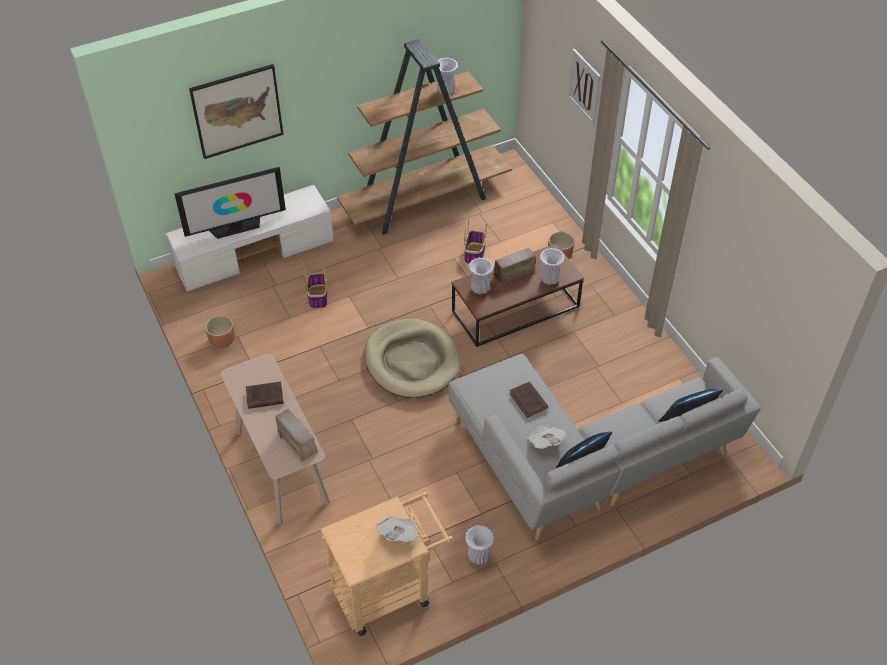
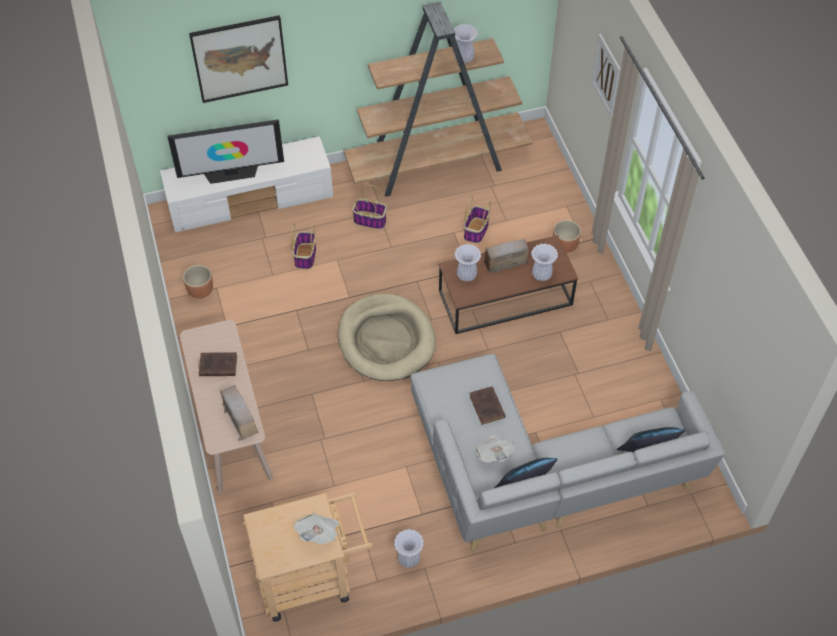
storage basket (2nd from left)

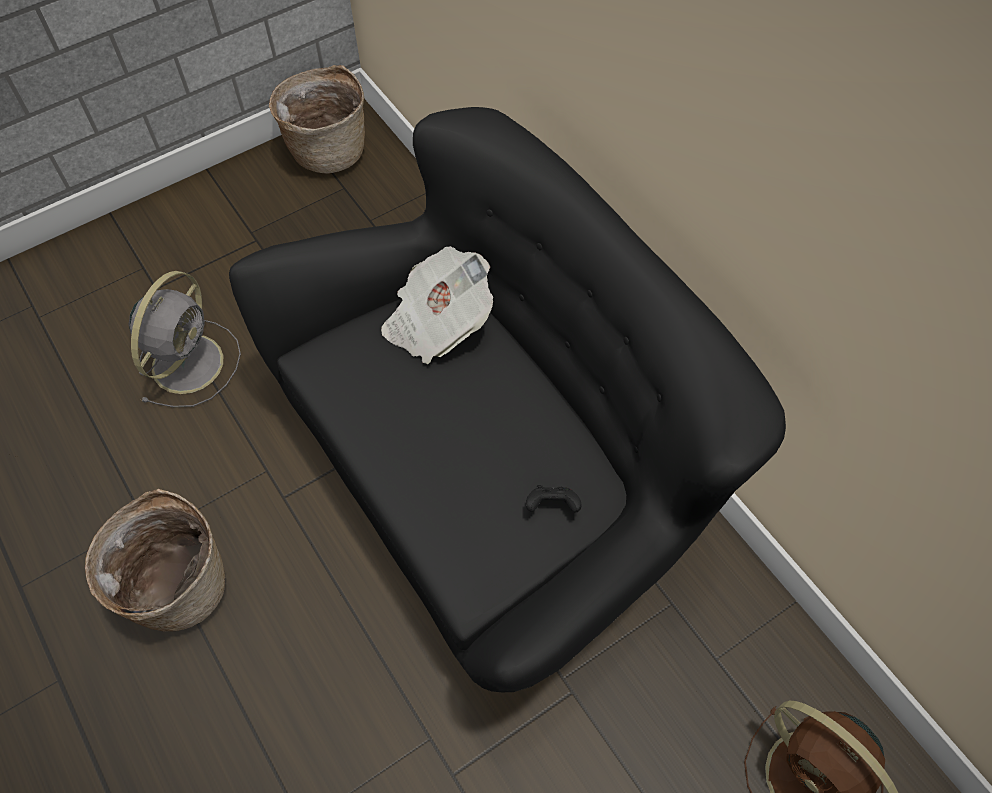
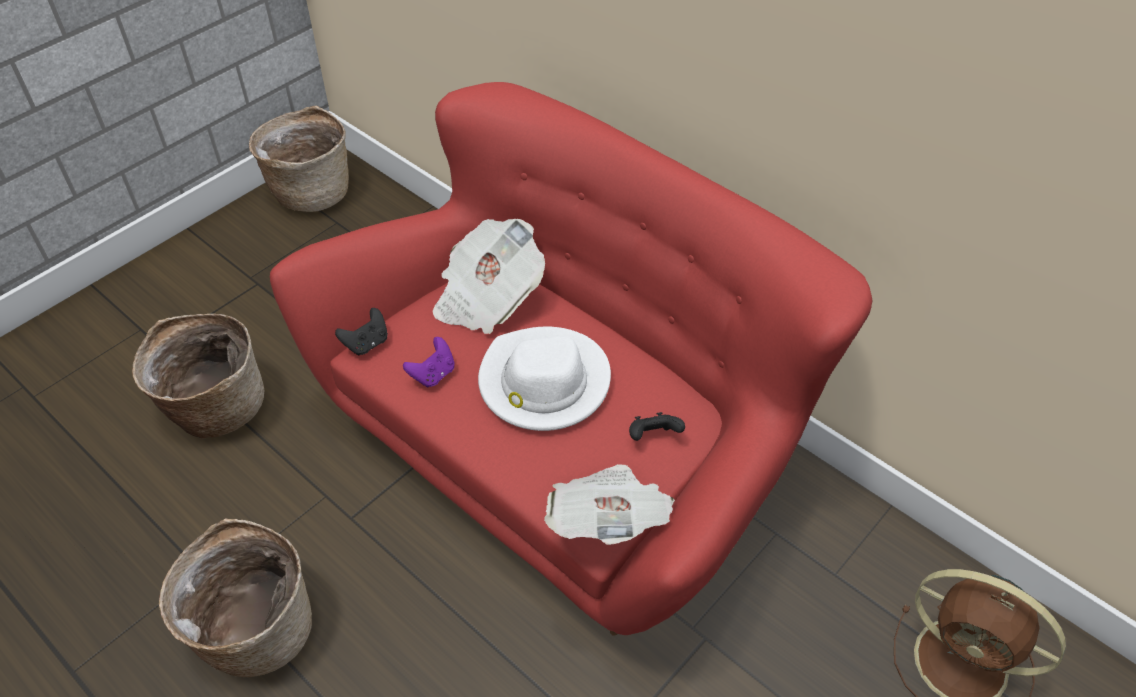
storage basket (1st from left)
red-coloured couch
blackish gamepad (1st from left)
purple gamepad
white wearable hat
printed paper (2nd from left)

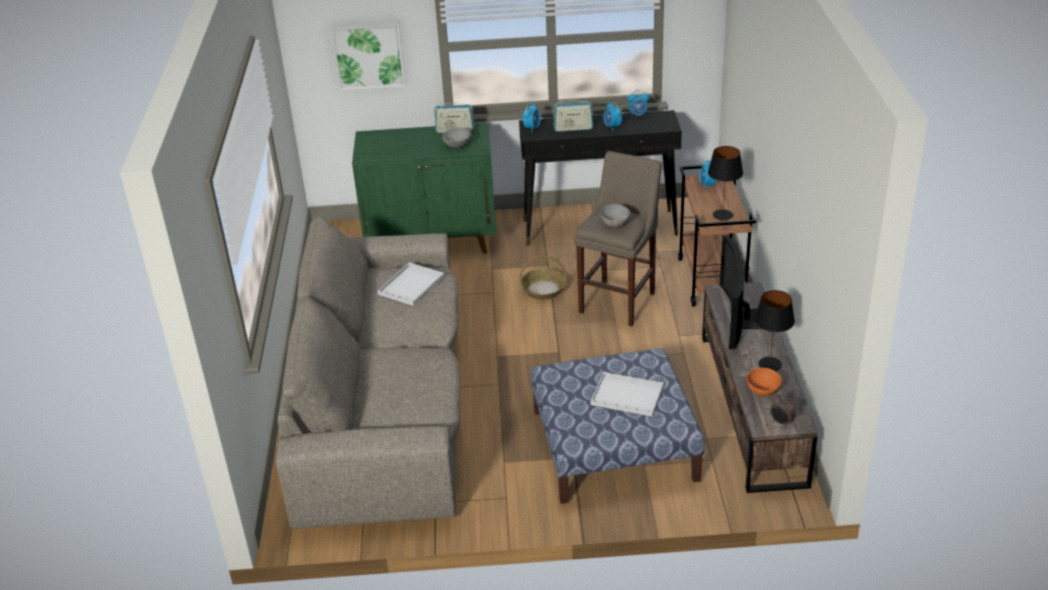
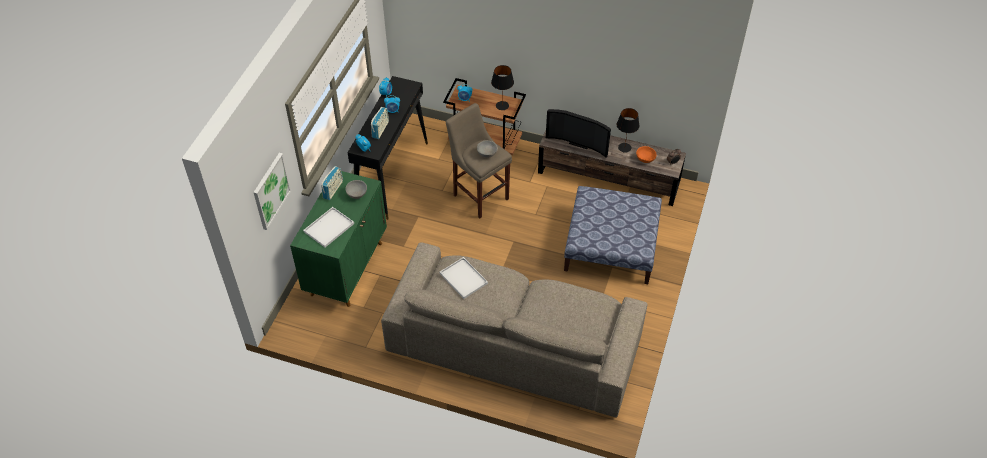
storage basket
white serving tray (1st from left)

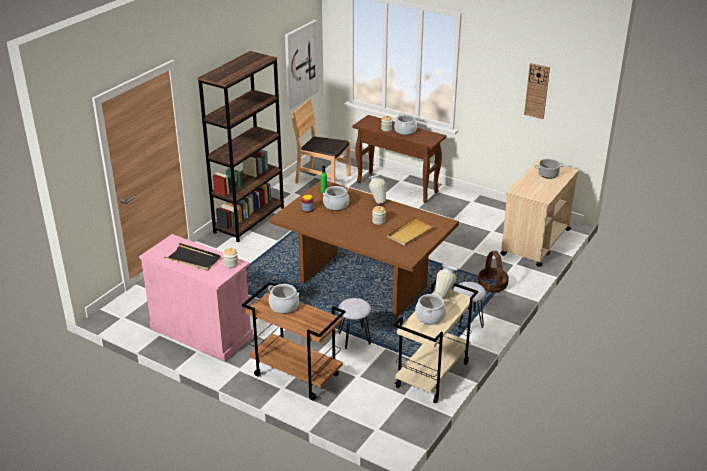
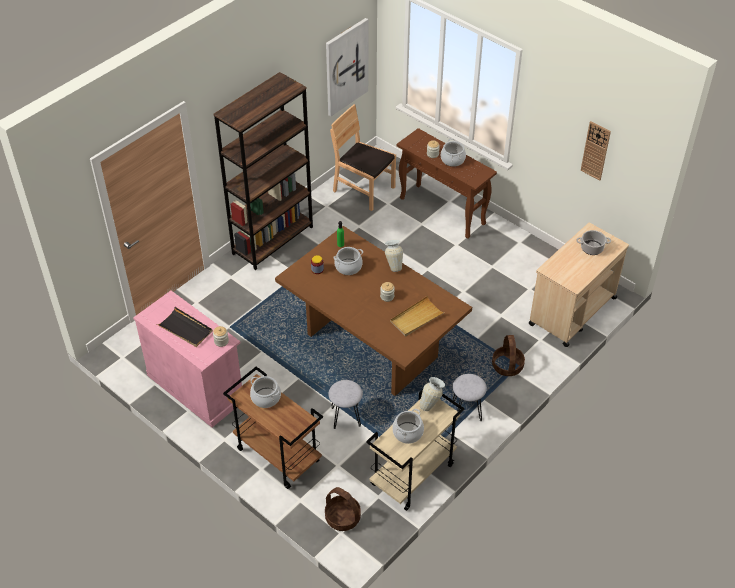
storage basket (1st from left)

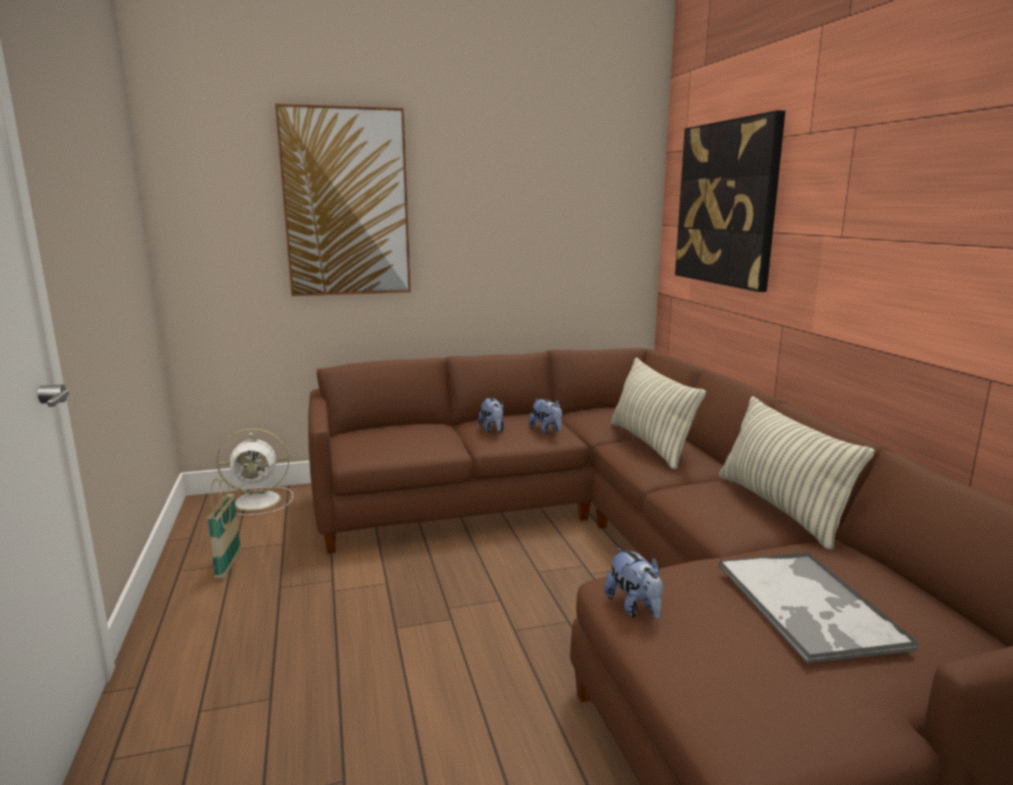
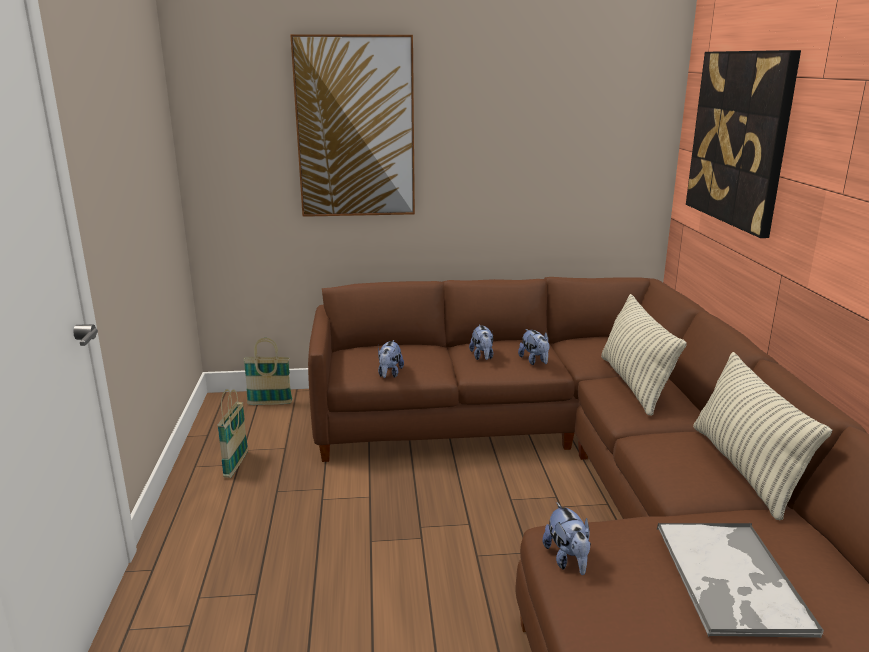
storage basket (2nd from left)
soft toy (1st from left)

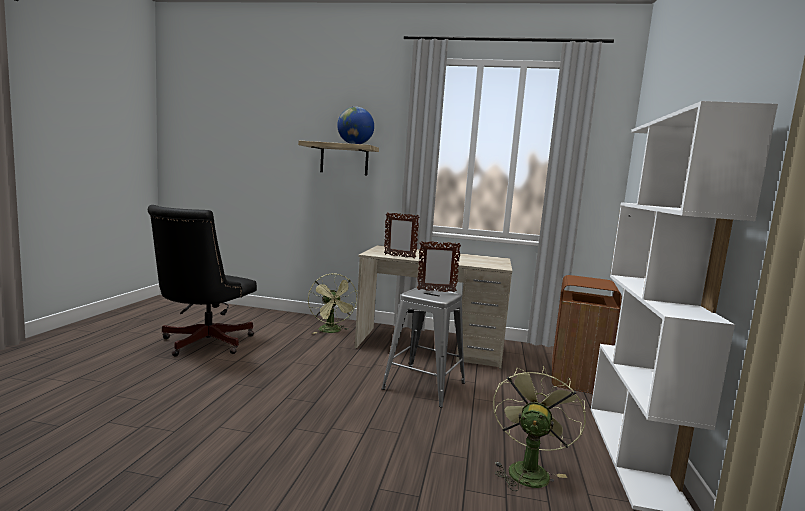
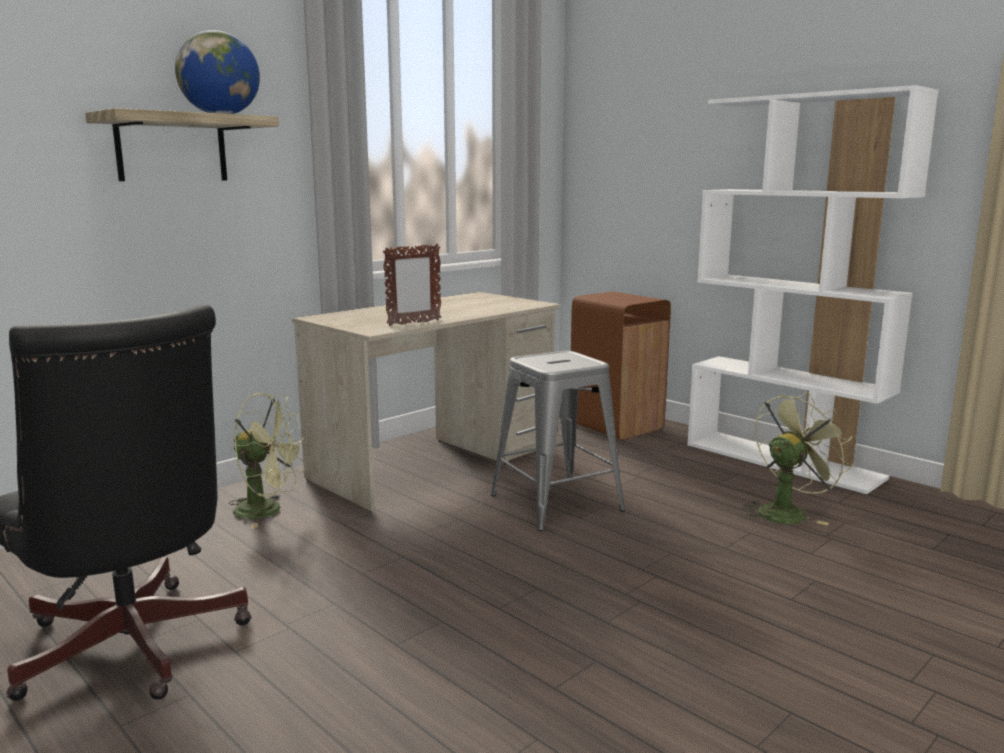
standing frame (2nd from left in the first image)
greenish fan (2nd from left)

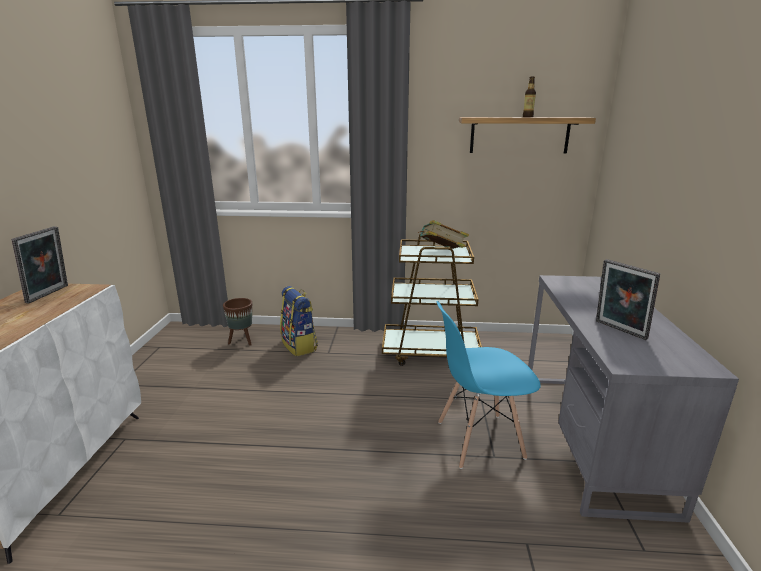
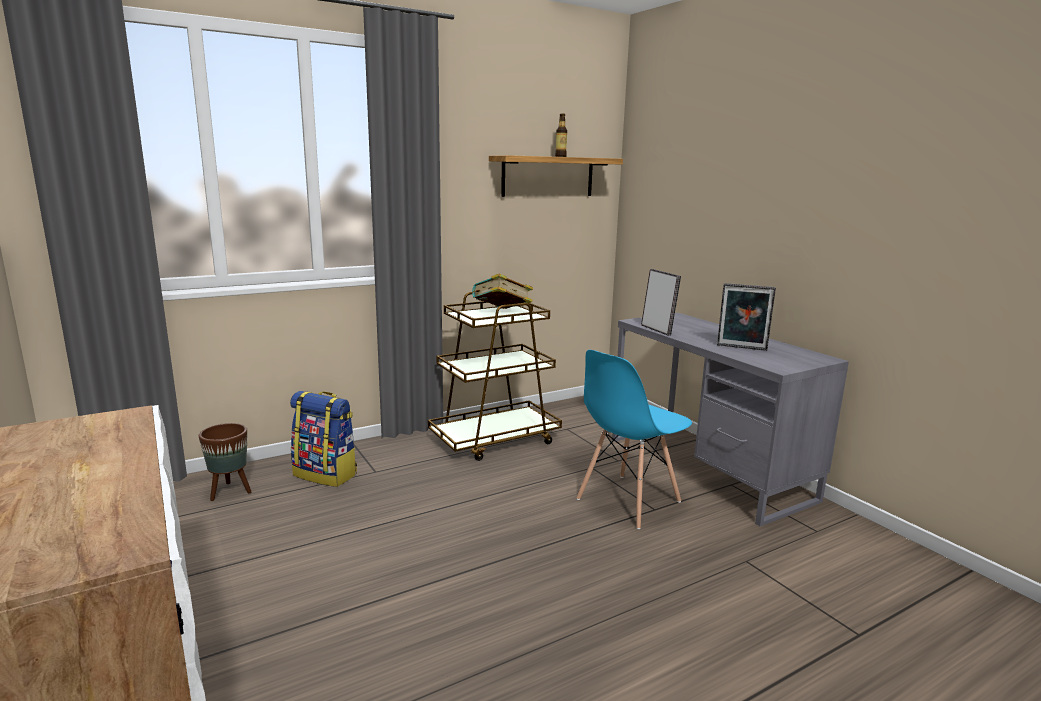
standing frame (1st from left)

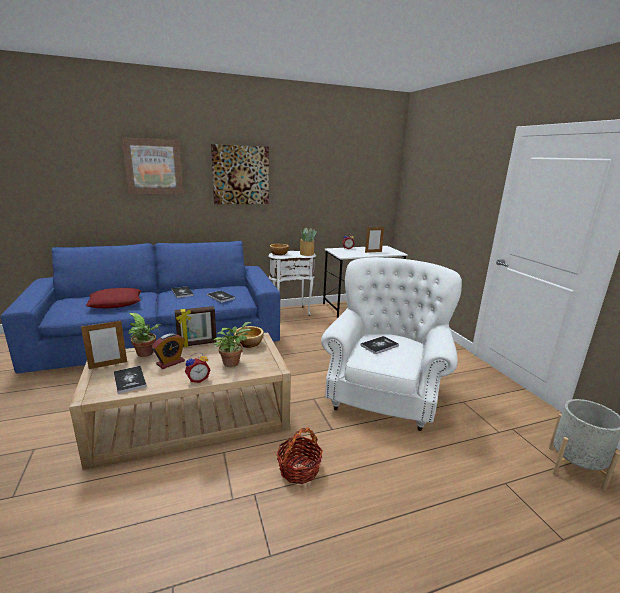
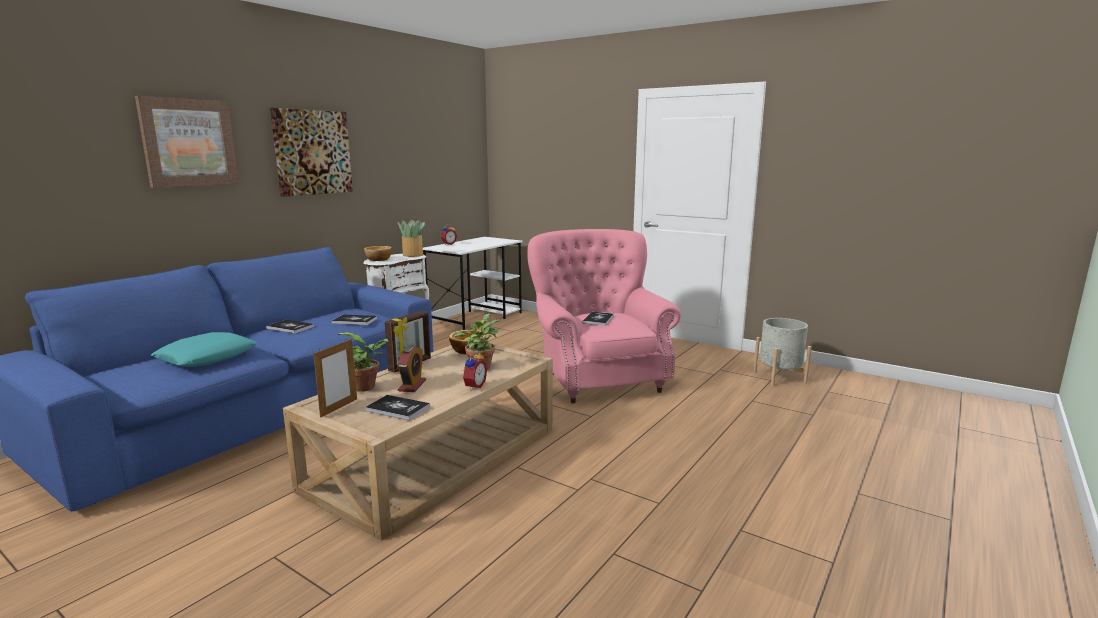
turquoise-coloured throw pillow
storage basket
pink easy chair
standing frame (3rd from left in the first image)

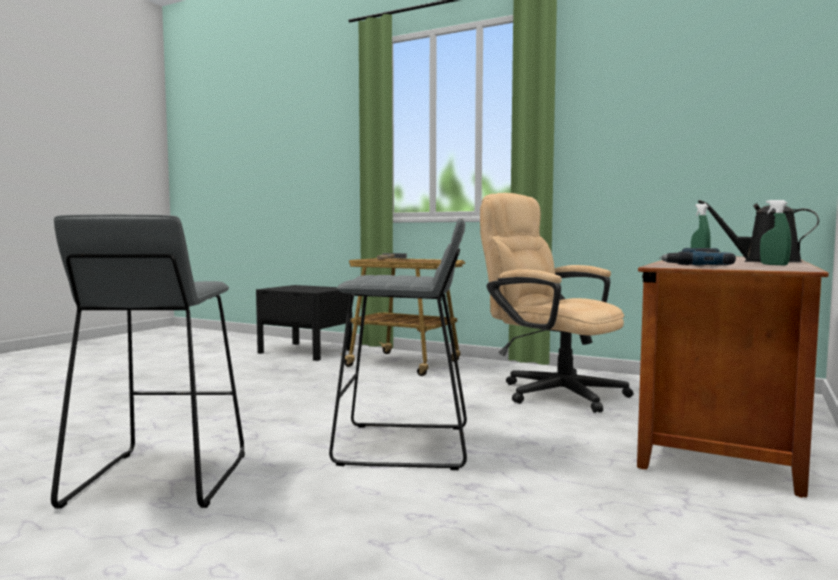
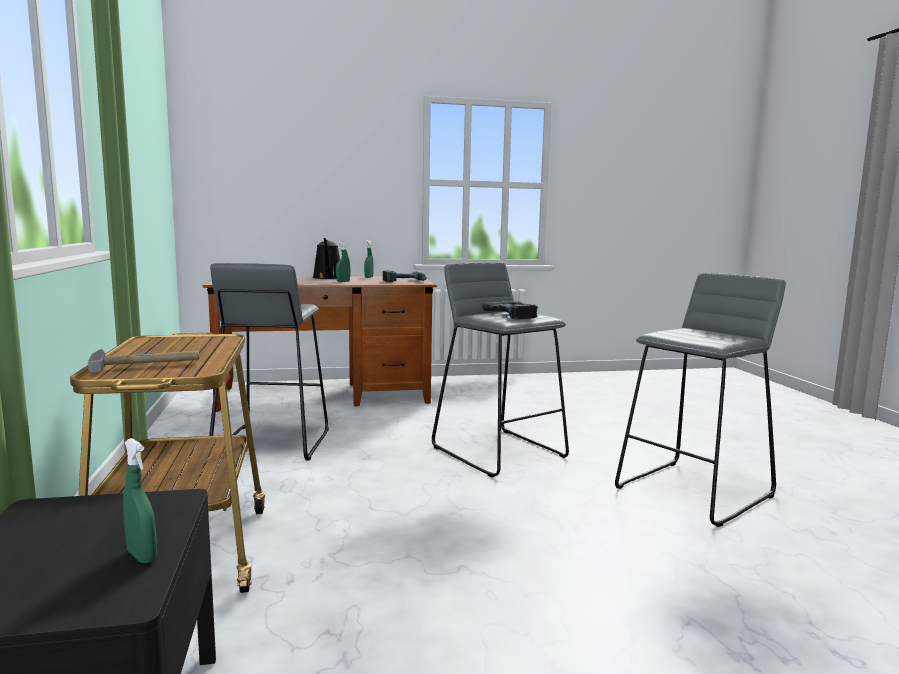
greyish sitting stool (1st from left)
greenish spray bottle (1st from left)
drill (2nd from left)

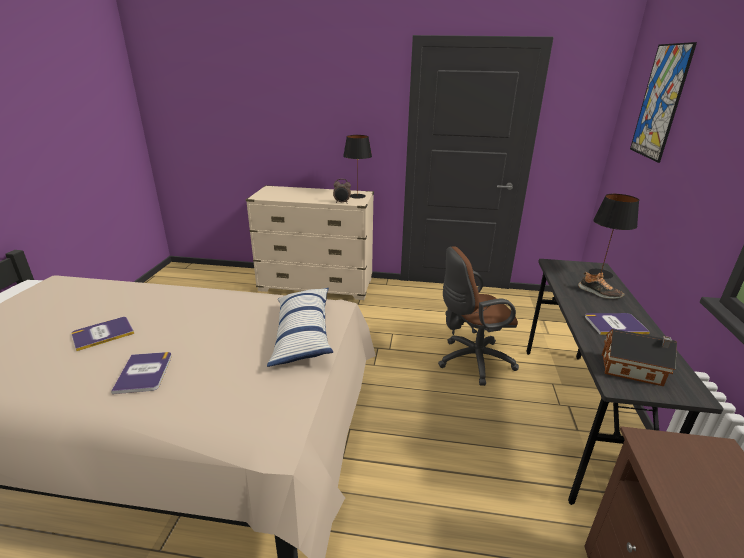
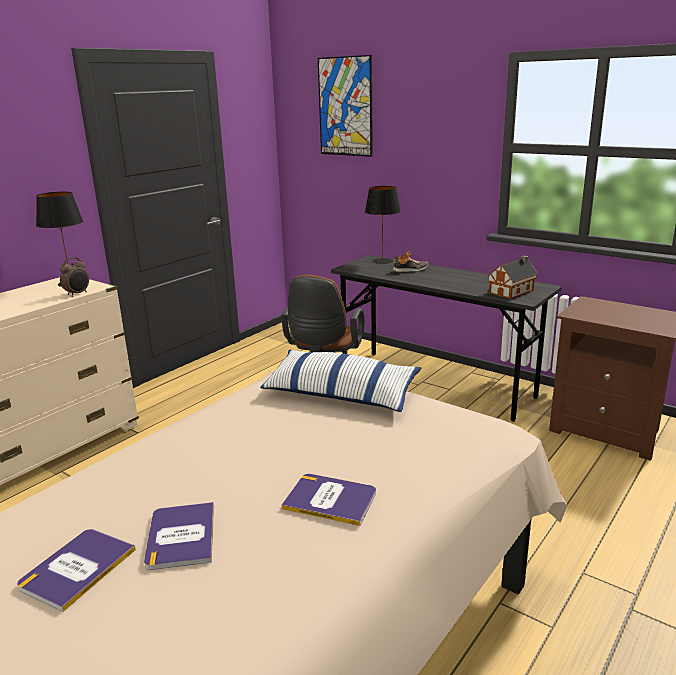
volume (1st from left)

